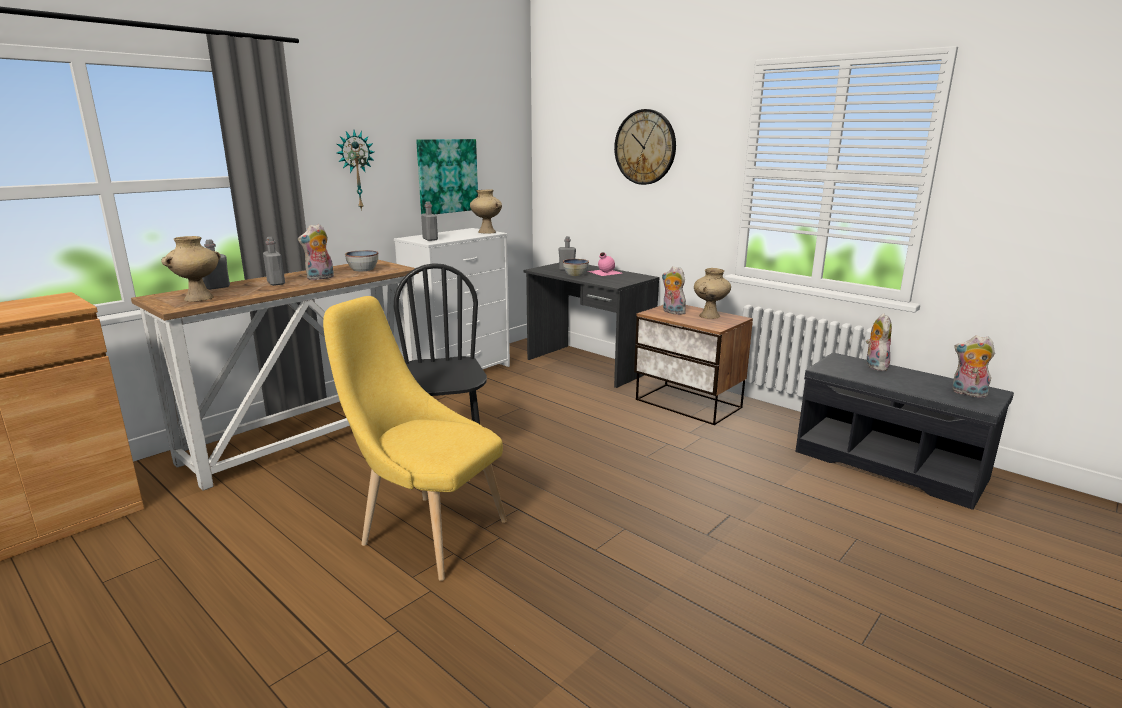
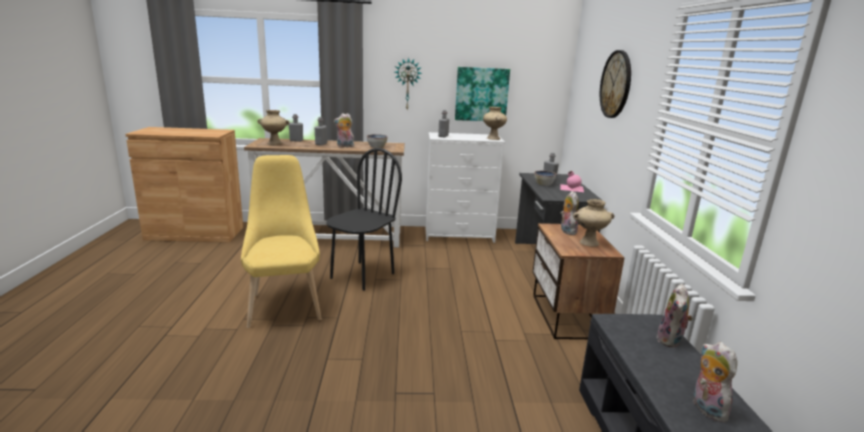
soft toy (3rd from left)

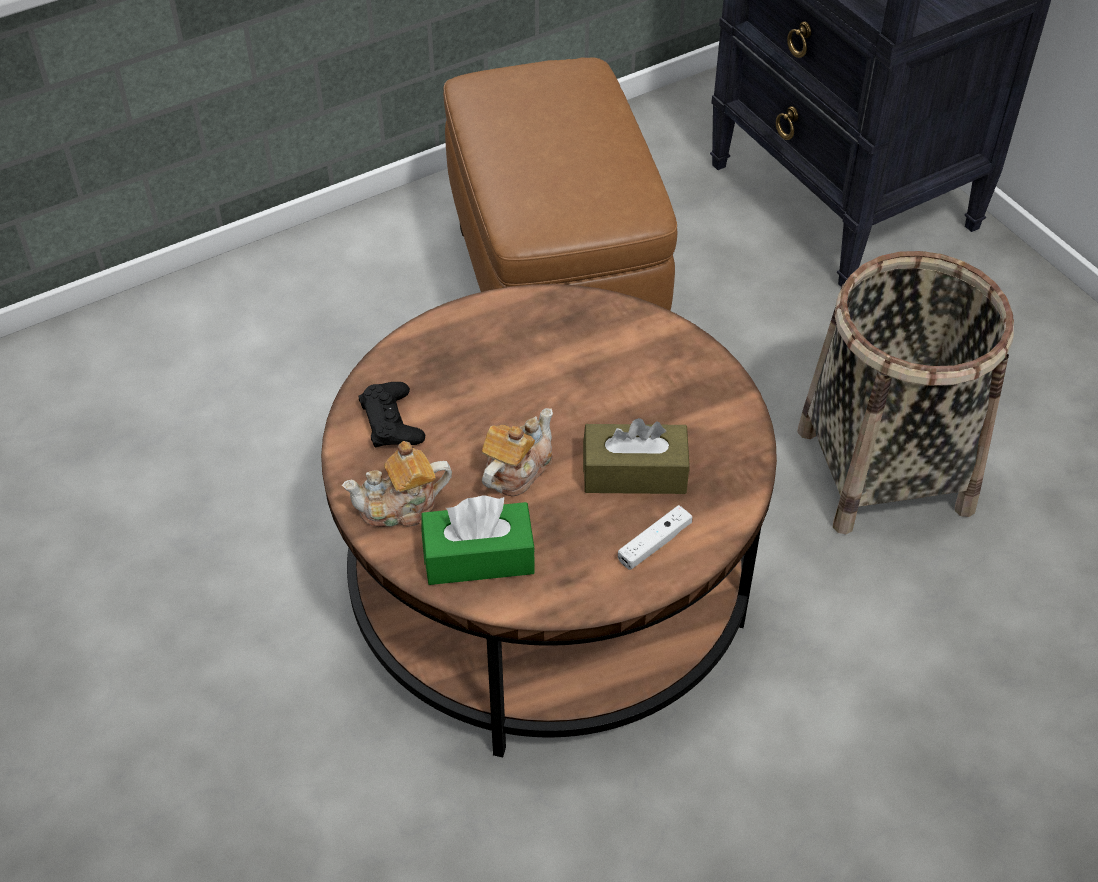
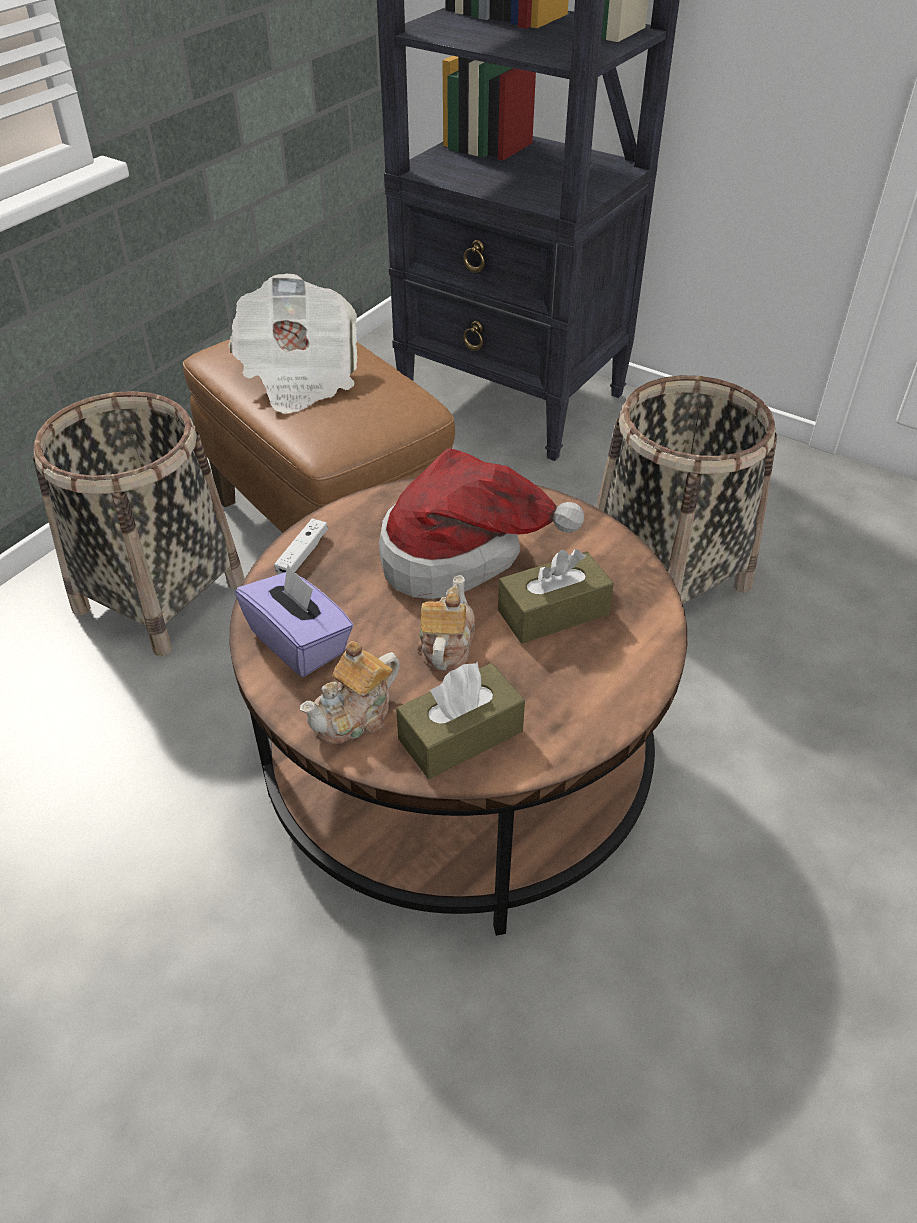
purple box of tissues
brown box of tissues (1st from left)
white gamepad
storage basket (1st from left)
printed paper
wearable hat

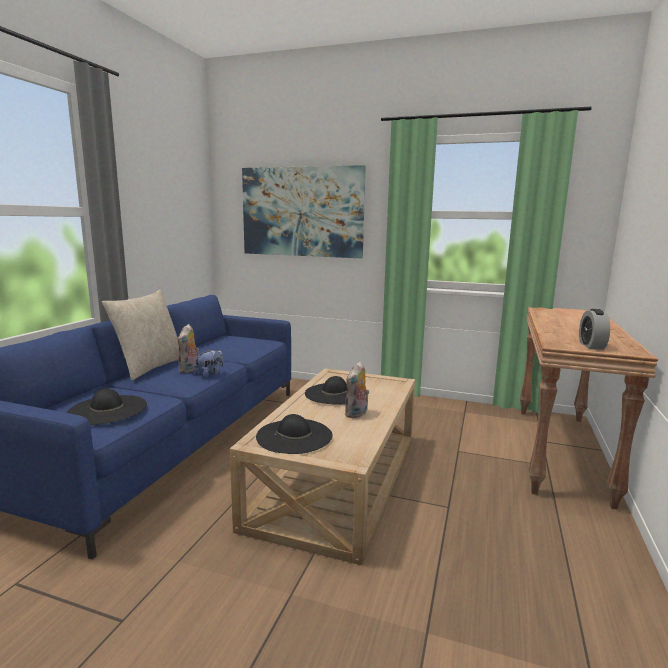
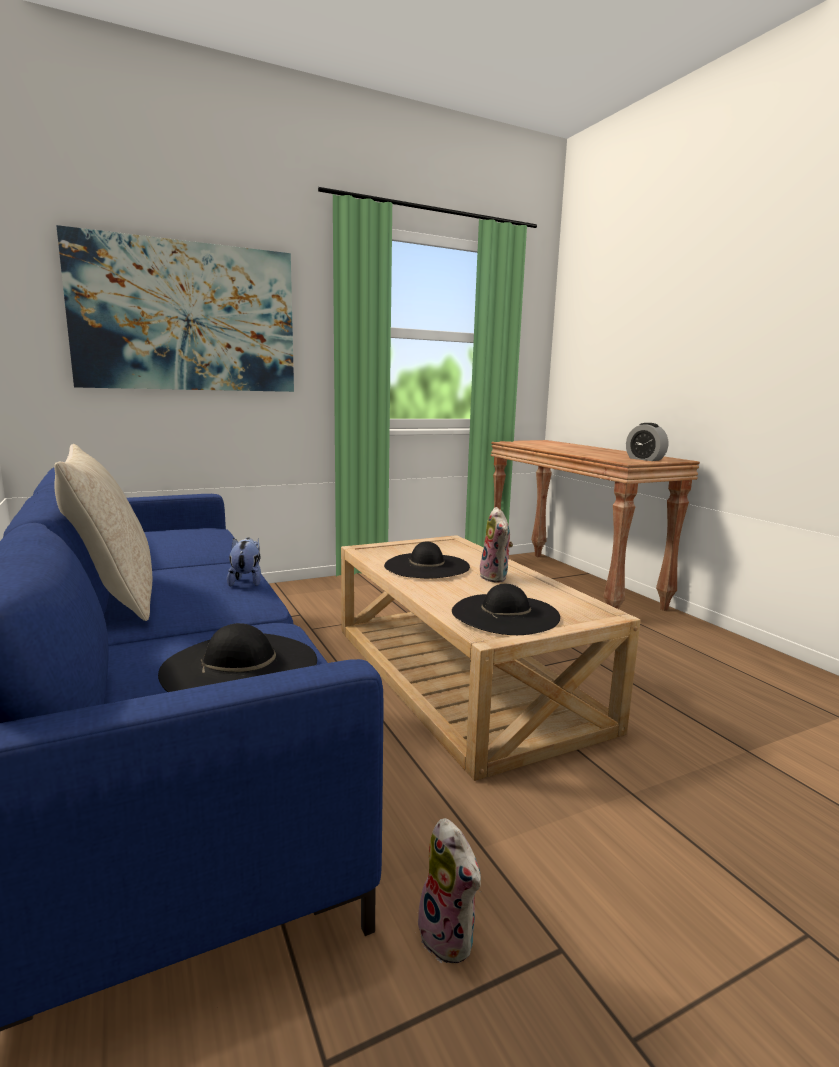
soft toy (2nd from left)

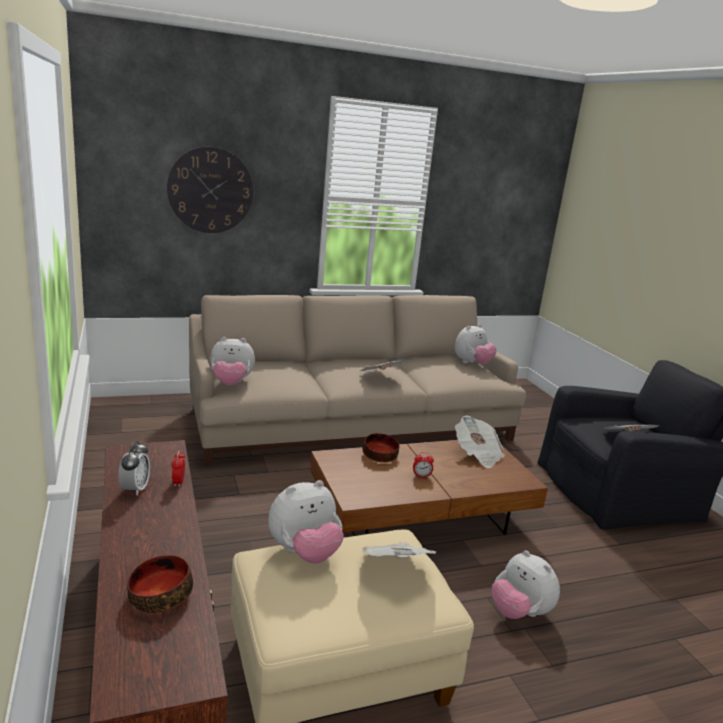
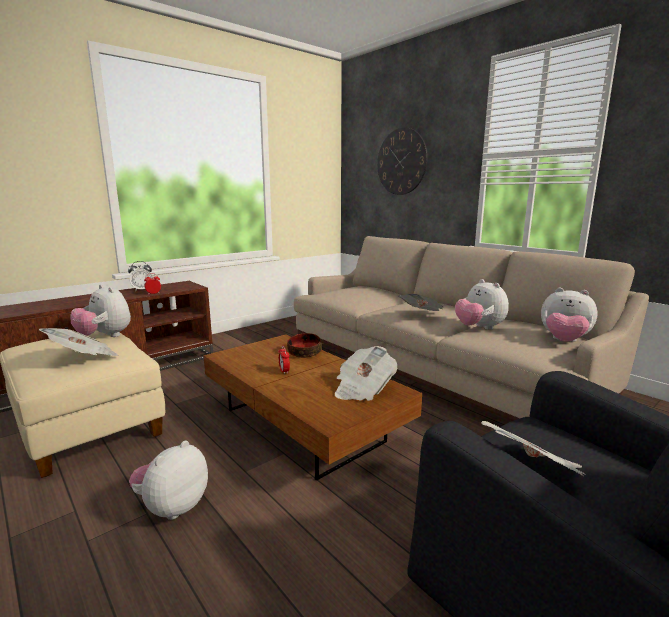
deep dish (1st from left in the first image)
soft toy (3rd from left)

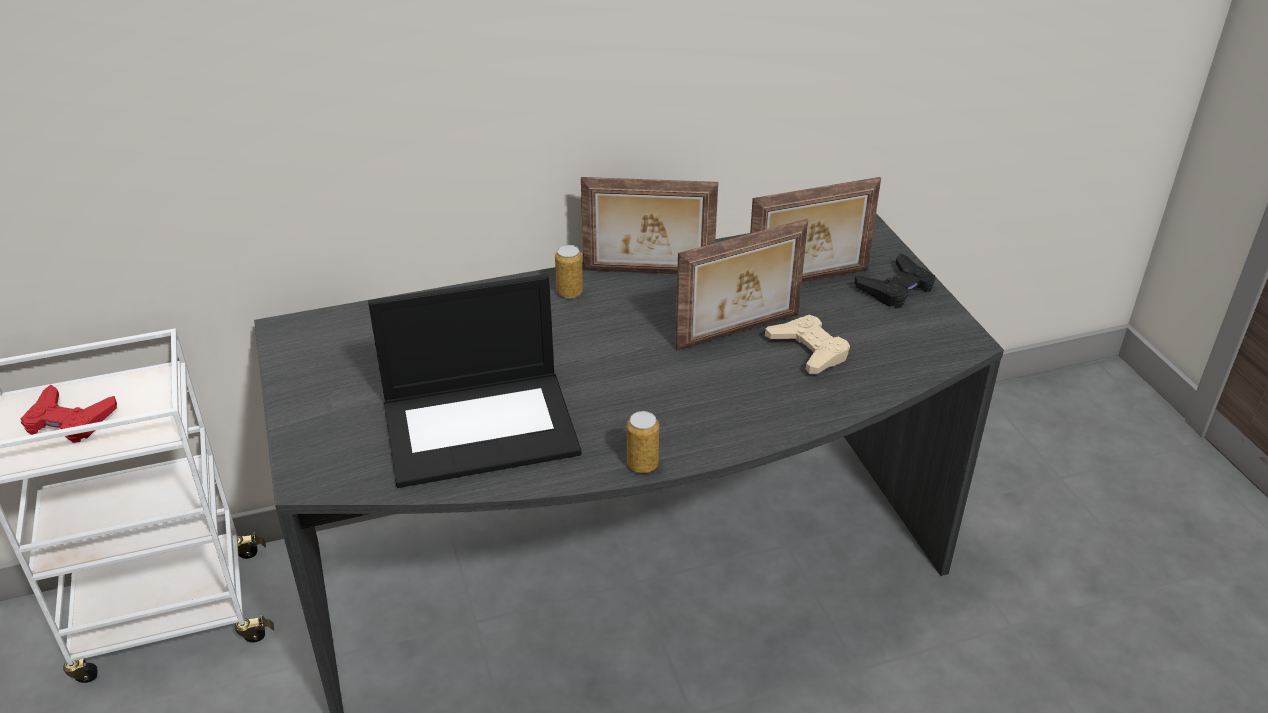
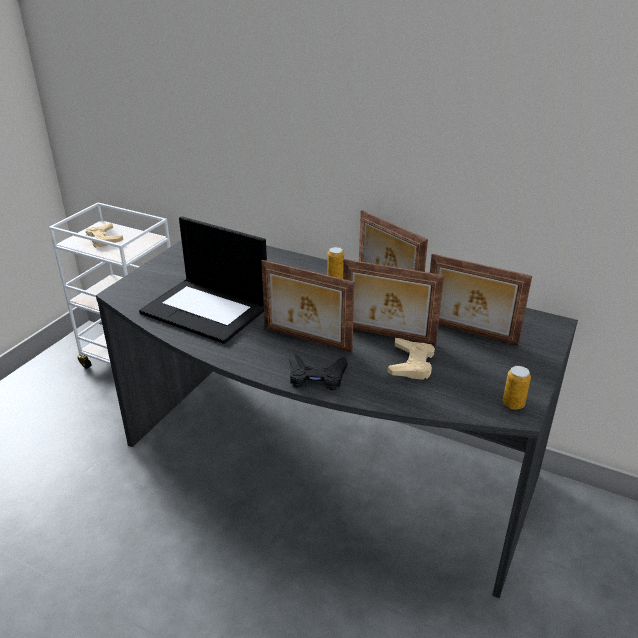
beige gamepad (1st from left)
can (2nd from left)
blackish gamepad
standing frame (1st from left)

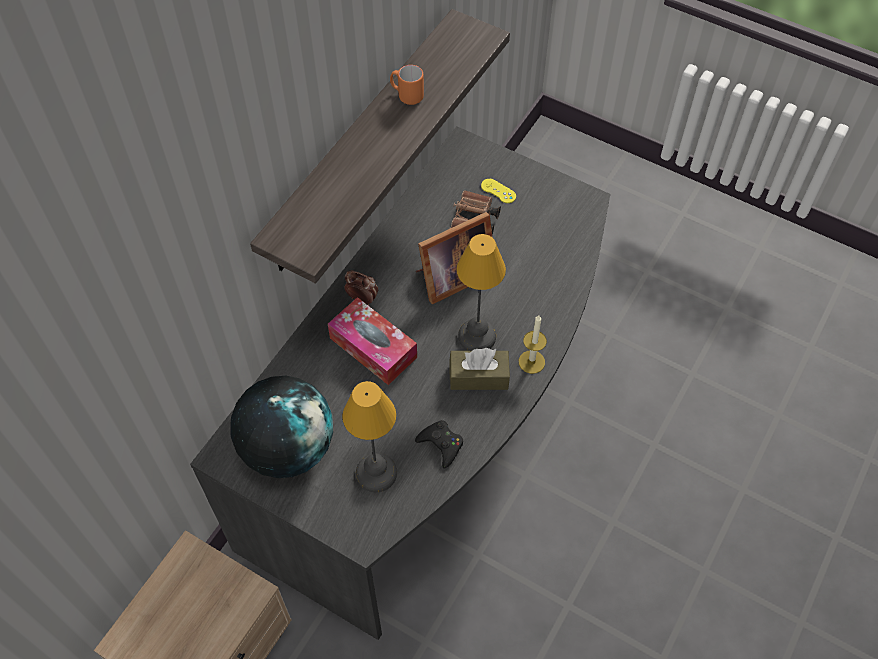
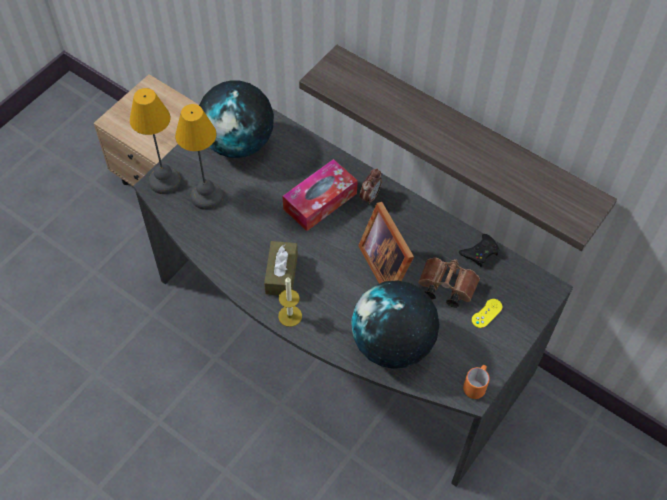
orangey coffee mug
blackish gamepad
tabletop lamp (1st from left)
desk globe (2nd from left)

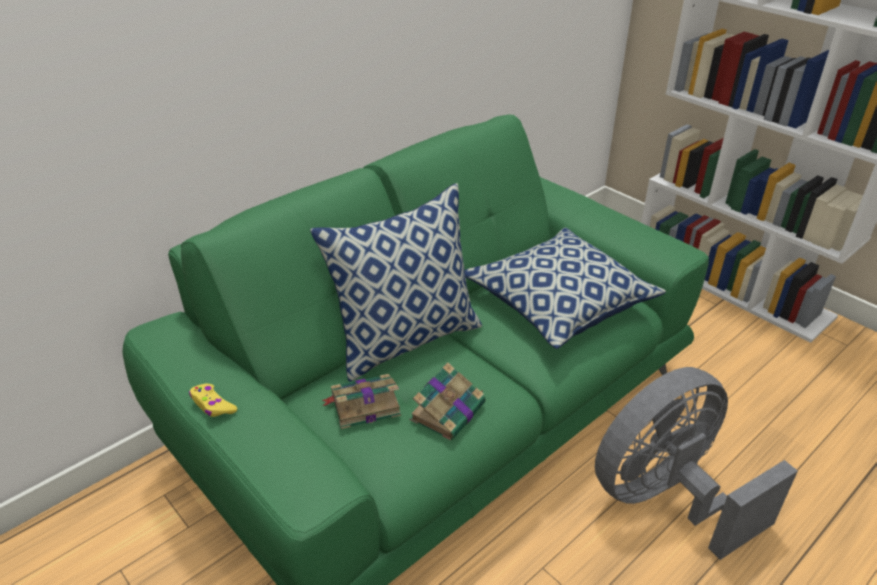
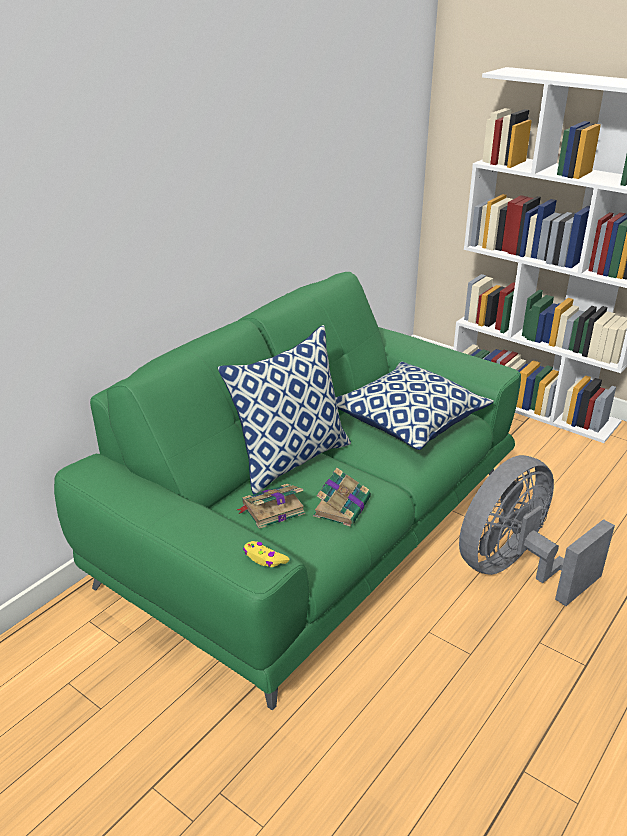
yellow gamepad

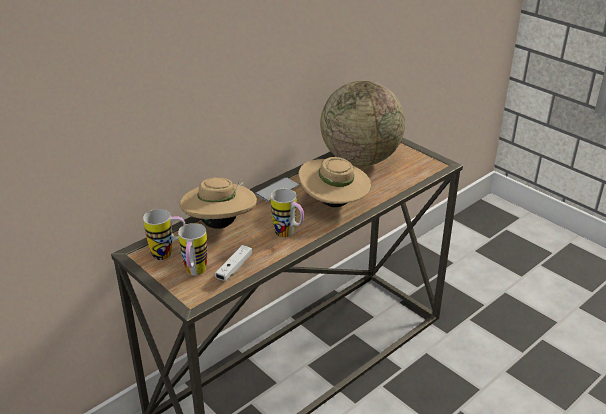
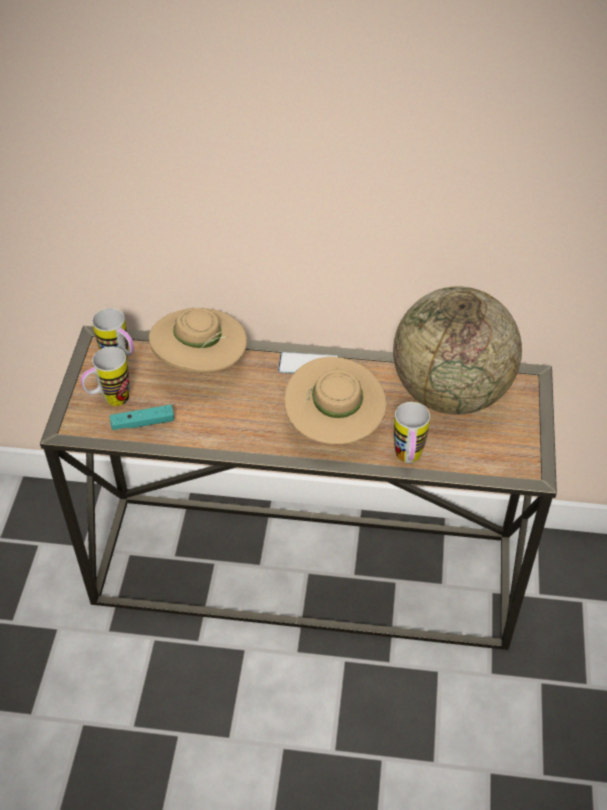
turquoise-coloured gamepad
coffee mug (3rd from left)

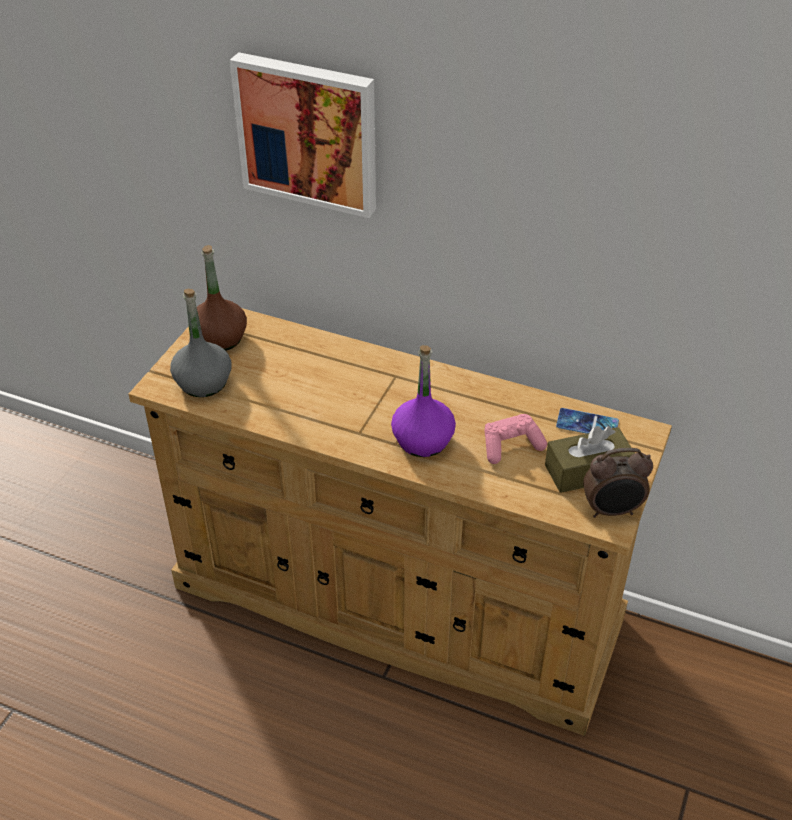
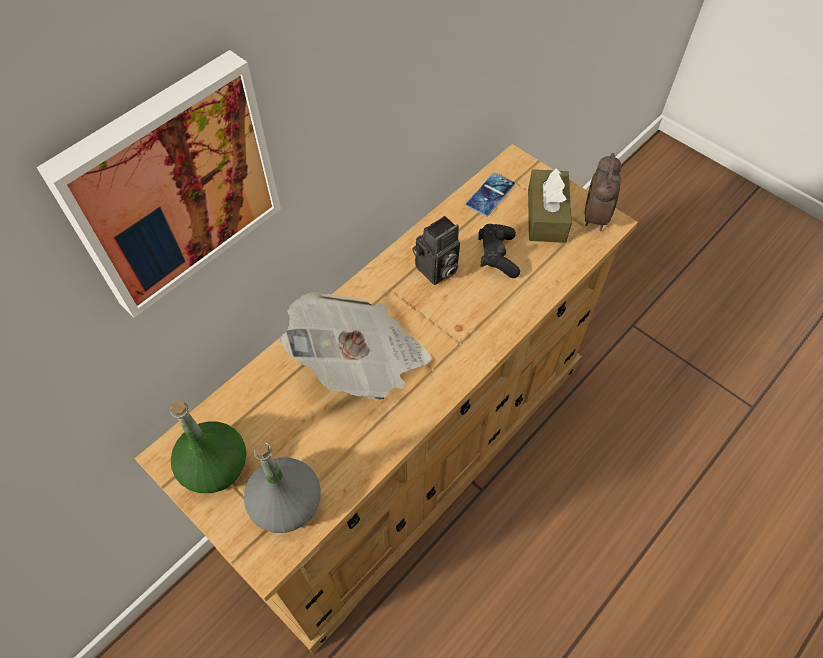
greenish drink bottle
purple drink bottle
blackish gamepad
printed paper
photo camera

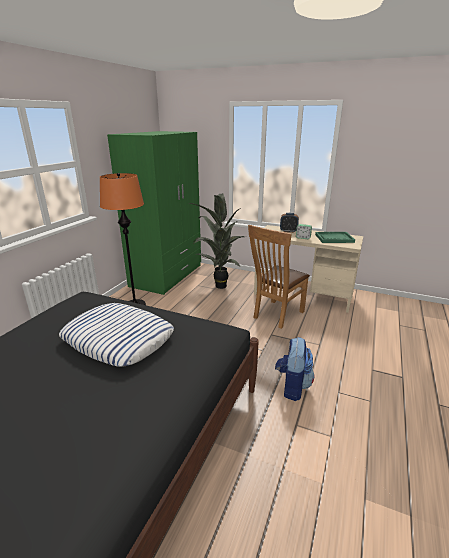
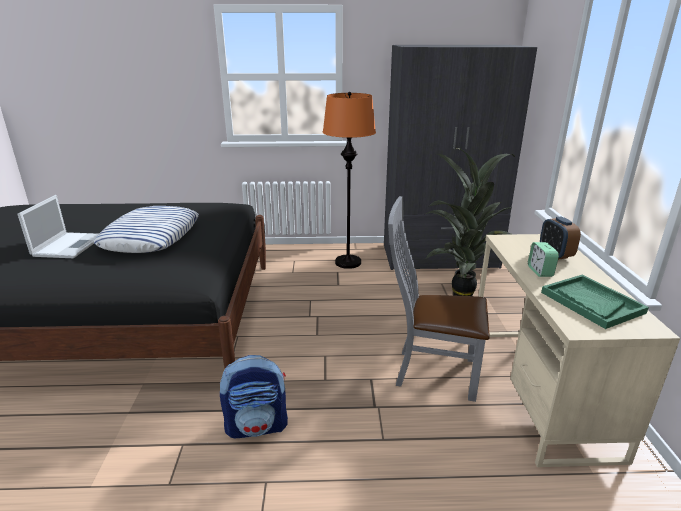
greyish wardrobe
greyish chair
notebook computer

